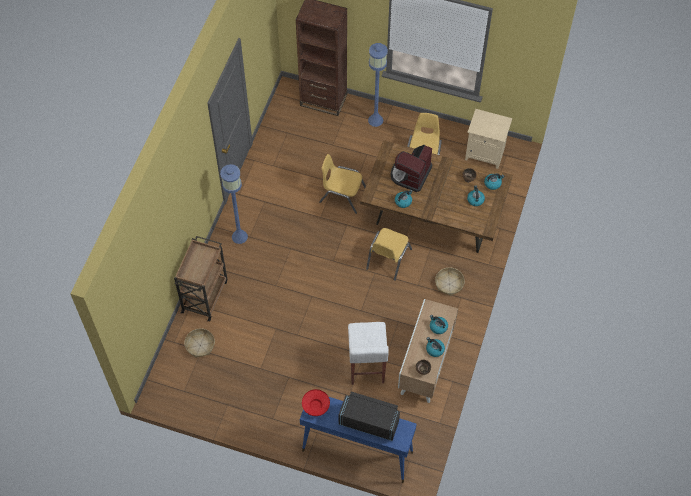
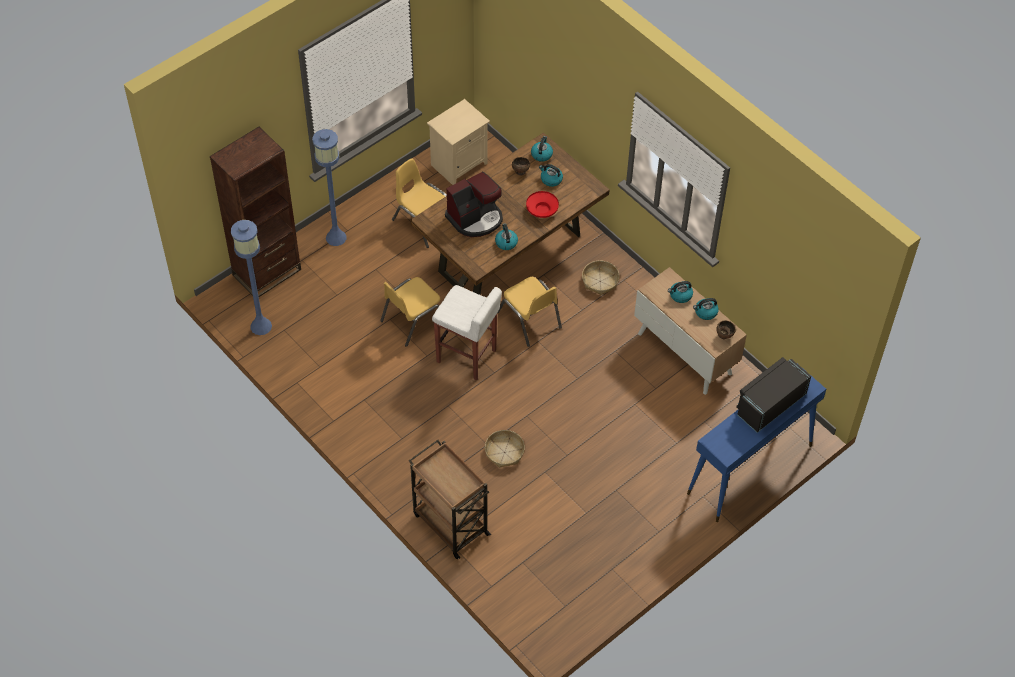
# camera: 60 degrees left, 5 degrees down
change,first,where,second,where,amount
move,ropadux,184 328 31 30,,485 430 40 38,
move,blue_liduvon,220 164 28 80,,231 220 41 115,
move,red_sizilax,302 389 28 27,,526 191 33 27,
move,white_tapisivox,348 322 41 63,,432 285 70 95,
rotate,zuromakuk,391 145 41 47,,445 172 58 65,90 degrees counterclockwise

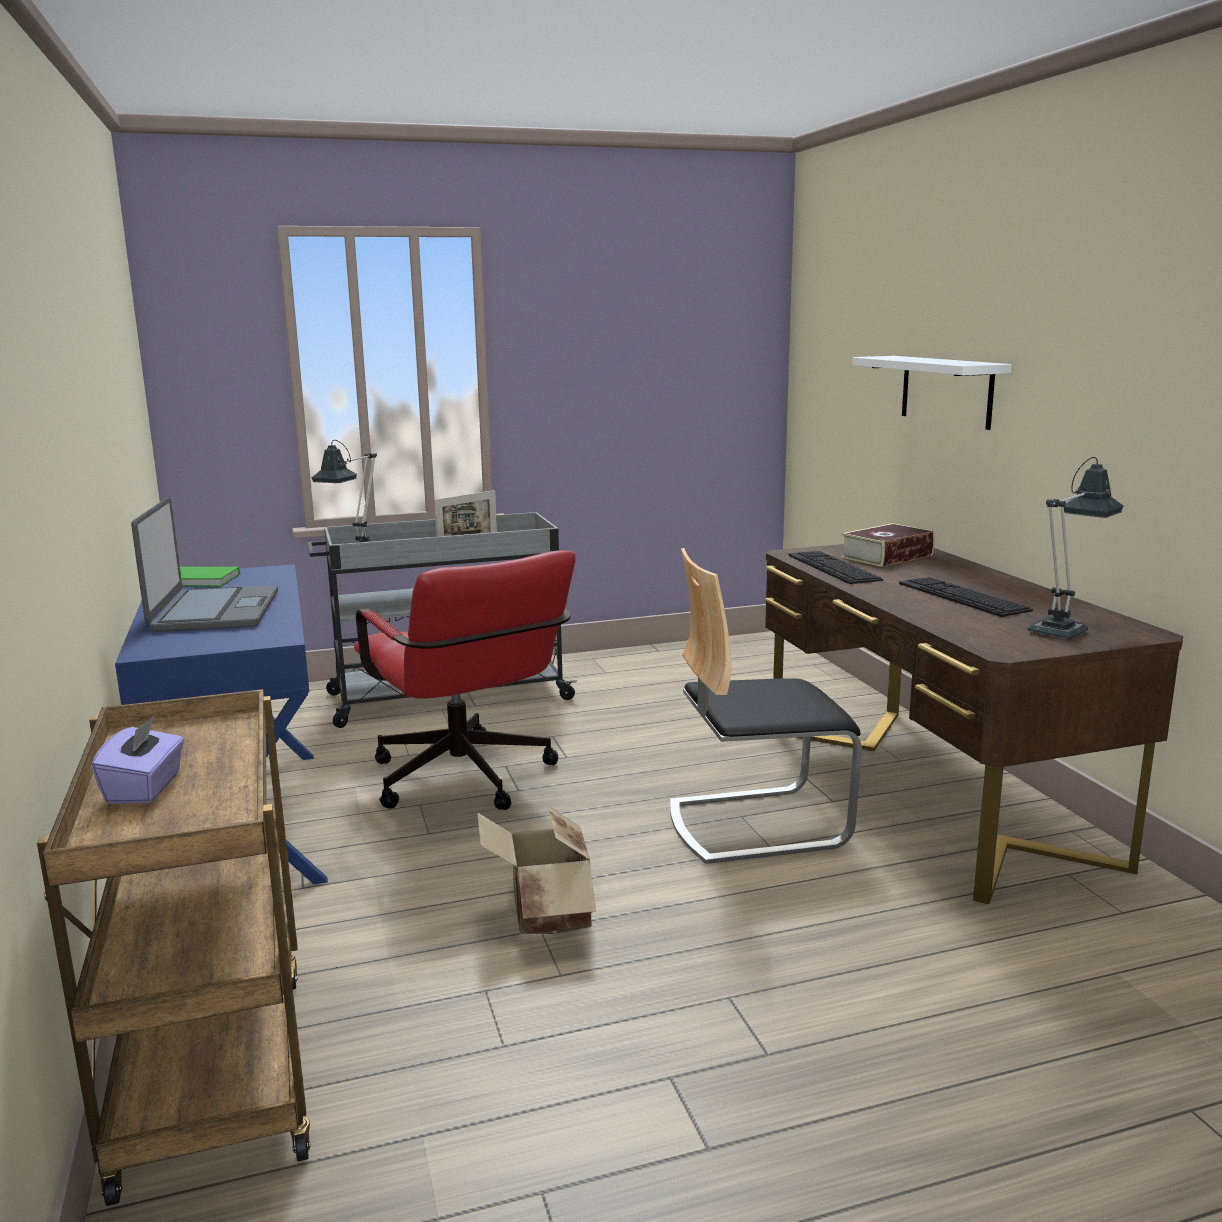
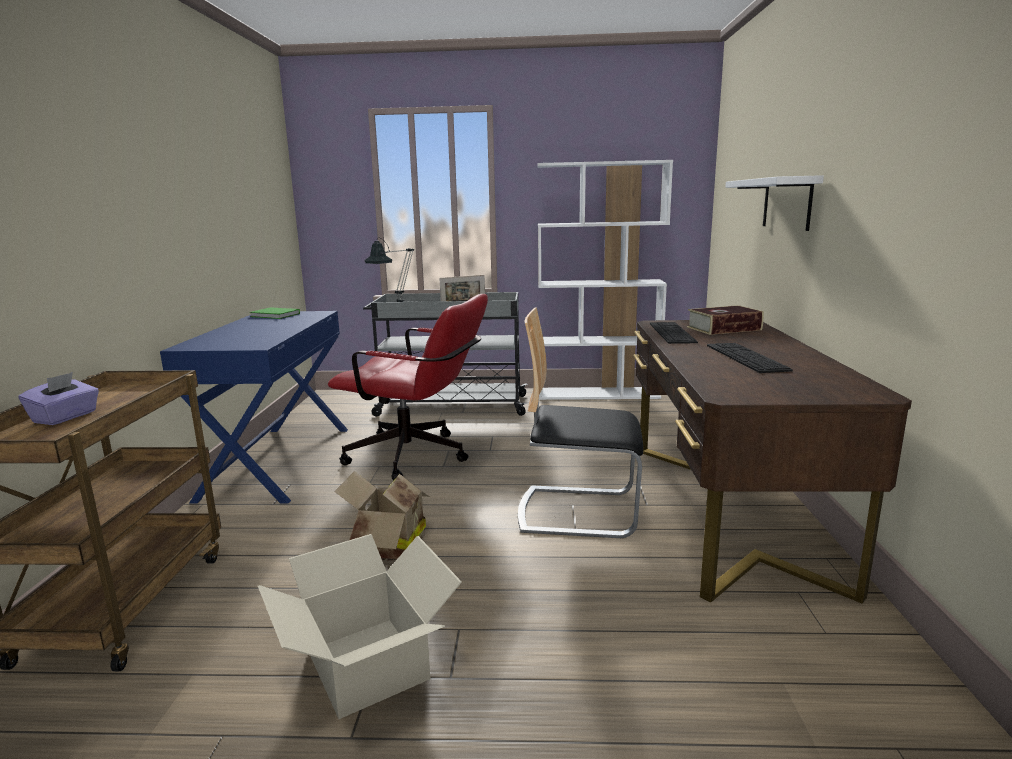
# camera: 20 degrees right, 0 degrees up
change,first,where,second,where,amount
delete,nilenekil,131 497 147 135,,,
rotate,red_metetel,354 550 222 260,,328 294 160 186,60 degrees counterclockwise
delete,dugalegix,1027 457 97 182,,,
insert,,,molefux,258 534 204 185,
insert,,,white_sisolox,537 160 136 240,

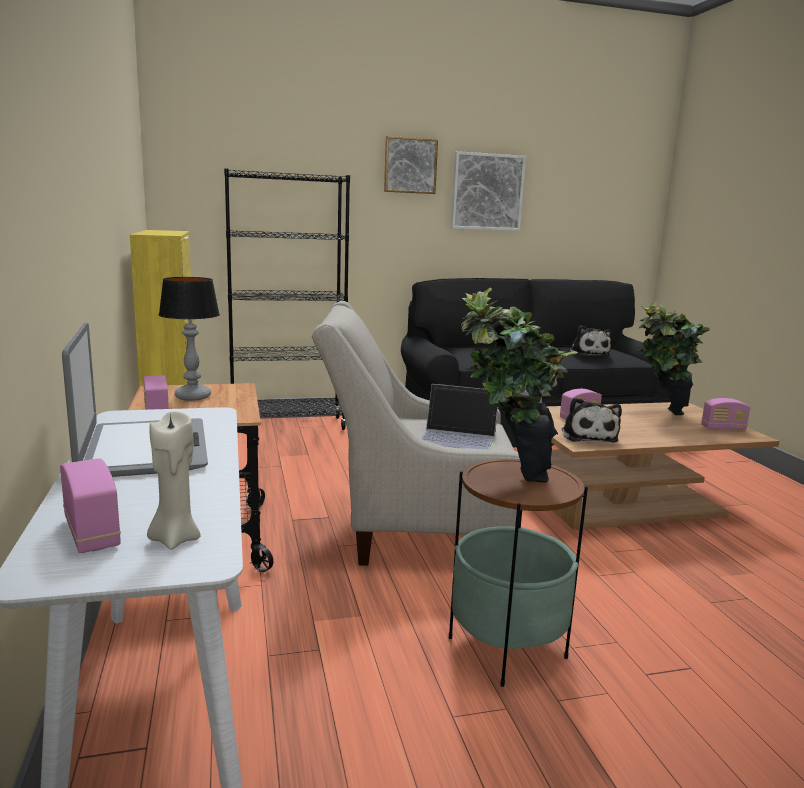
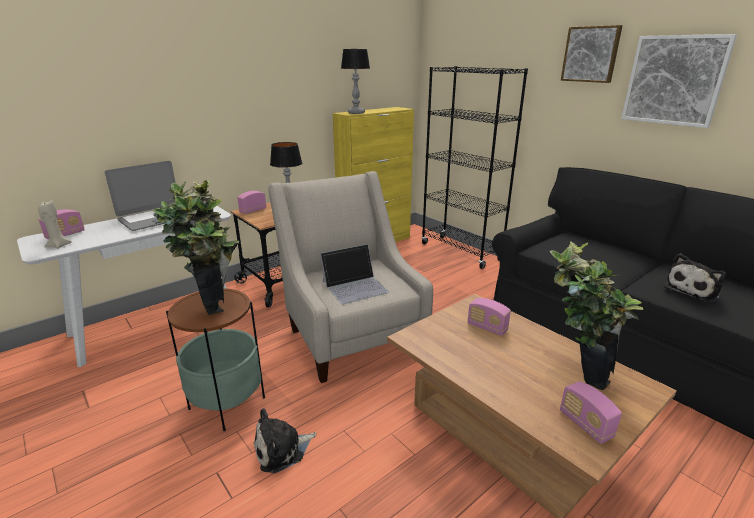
# camera: 65 degrees right, 10 degrees up
change,first,where,second,where,amount
rotate,nilenekil,420 384 78 65,,320 244 69 60,105 degrees counterclockwise
move,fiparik,562 397 60 46,,254 408 62 65,
insert,,,dugalegix,341 49 29 65,

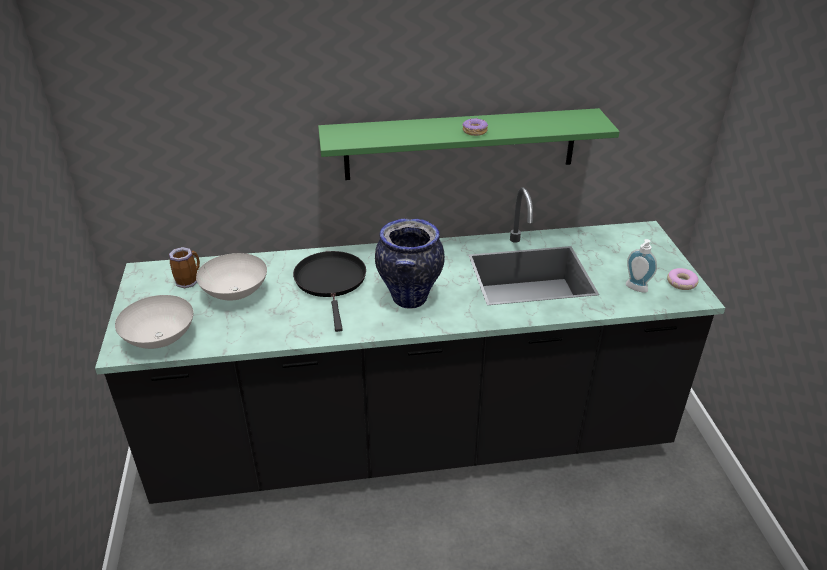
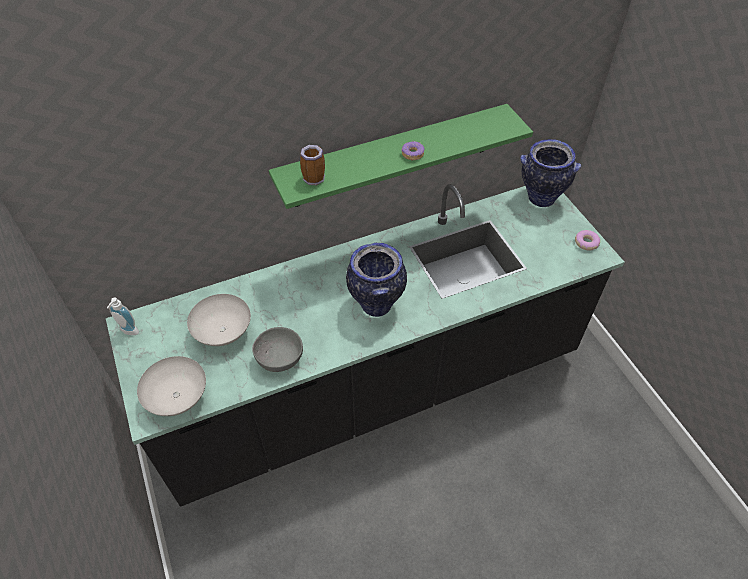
# camera: 15 degrees left, 15 degrees up
change,first,where,second,where,amount
move,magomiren,169 247 31 41,,300 145 25 40,
delete,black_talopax,293 251 73 81,,,
move,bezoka,626 239 31 54,,107 297 32 38,
insert,,,grey_sizilax,252 327 51 45,
insert,,,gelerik,520 139 61 68,

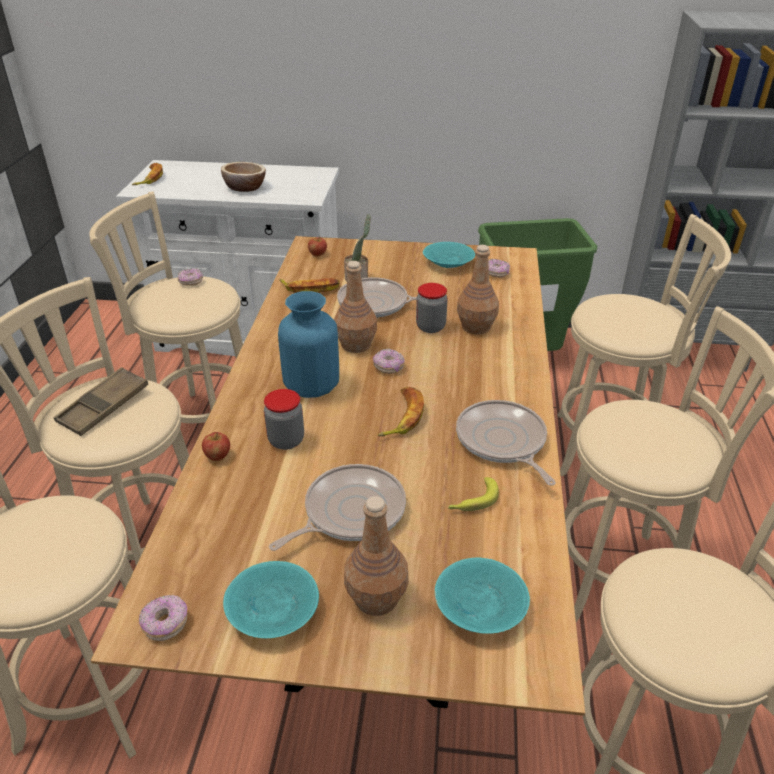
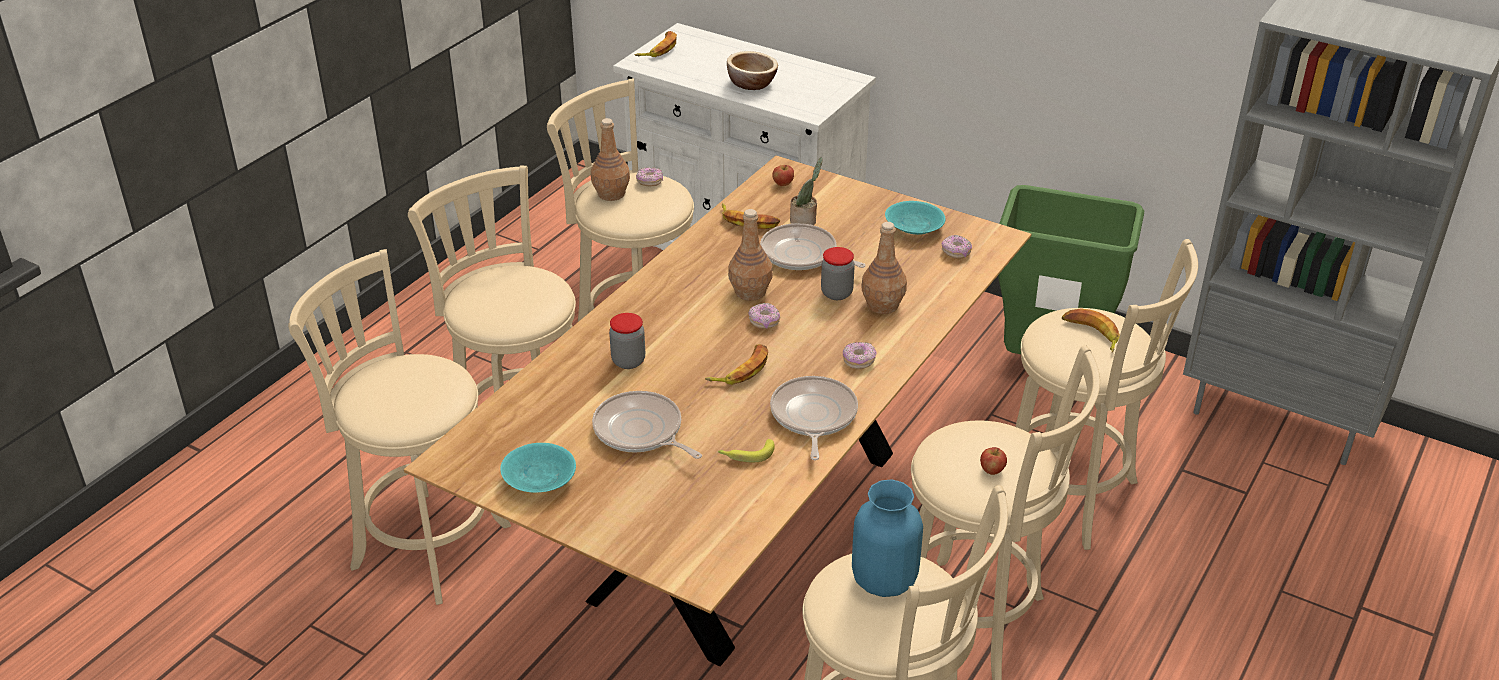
# camera: 25 degrees right, 0 degrees up
change,first,where,second,where,amount
delete,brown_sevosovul,54 367 94 69,,,
move,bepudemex,139 595 48 46,,843 342 33 27,
move,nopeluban,202 432 28 29,,980 447 27 28,
rotate,talopax,269 464 137 87,,592 391 110 68,120 degrees counterclockwise
move,blue_gelerik,278 291 61 107,,852 480 71 117,
move,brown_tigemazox,344 496 65 120,,591 118 39 83,
delete,turquoise_sizilax,435 558 95 76,,,
insert,,,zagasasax,1062 308 58 45,

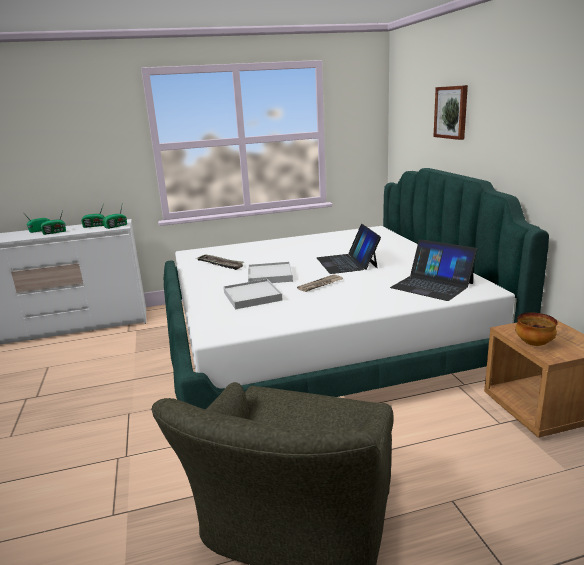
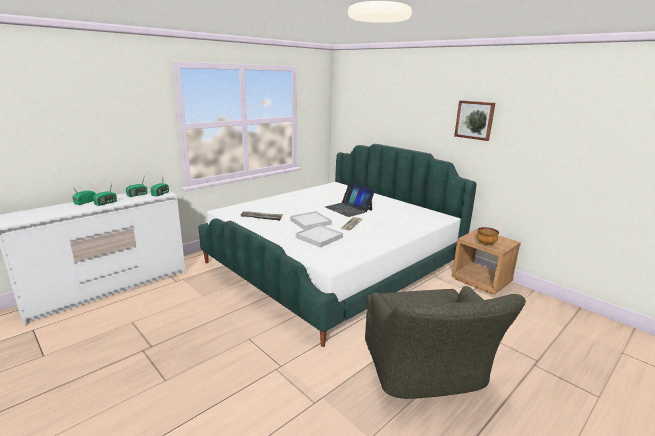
# camera: 30 degrees left, 0 degrees up
change,first,where,second,where,amount
delete,nilenekil,390 239 87 62,,,
move,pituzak,434 85 34 55,,454 100 41 41,

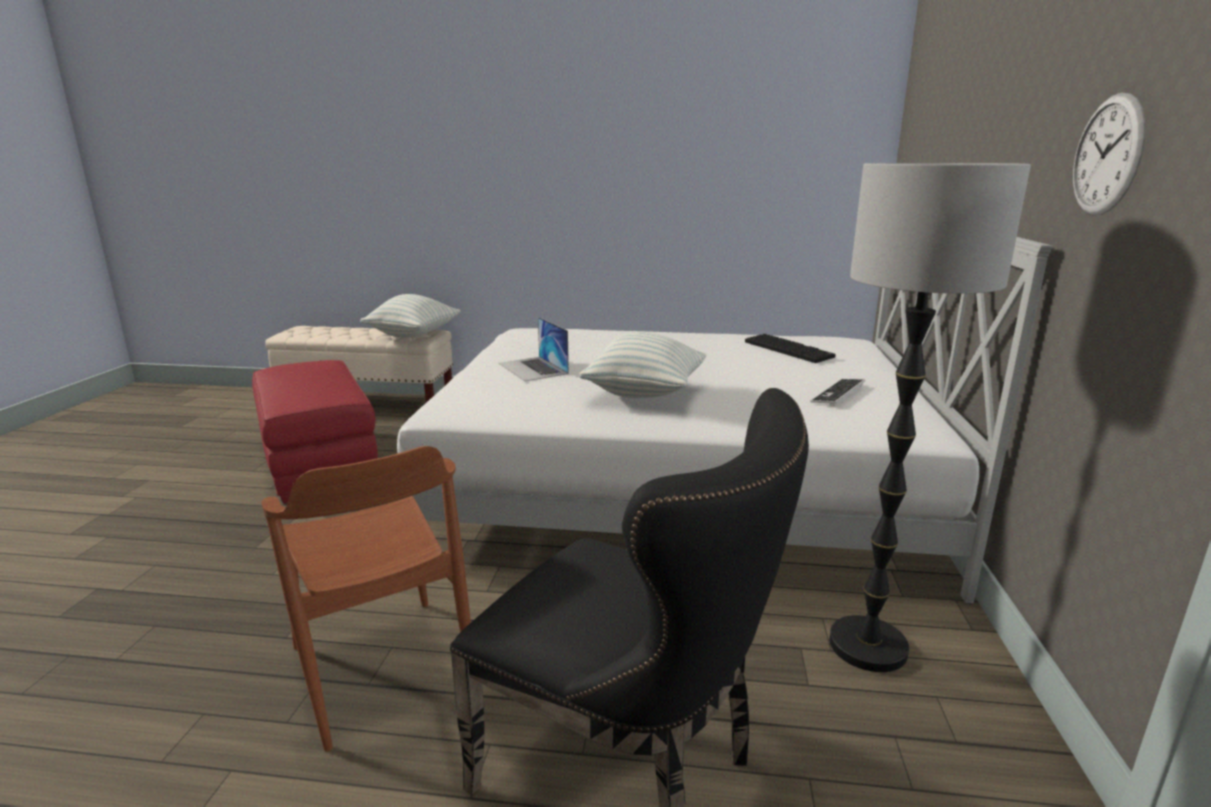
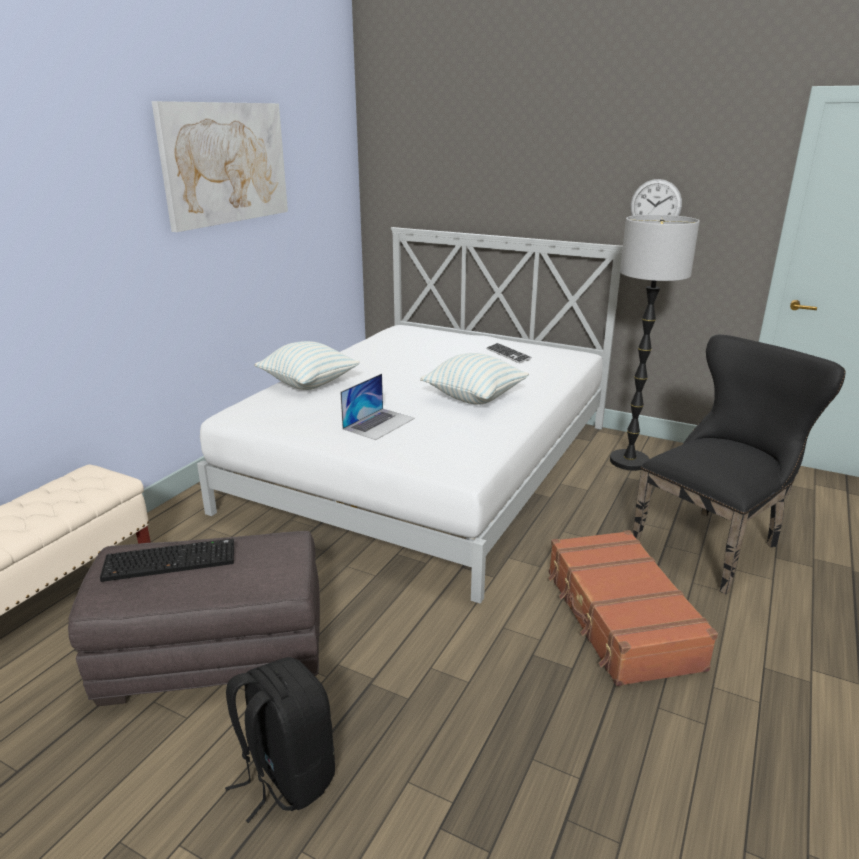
# camera: 70 degrees left, 5 degrees up
change,first,where,second,where,amount
recolor,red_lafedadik,252 360 126 144,grey_lafedadik,68 531 252 175,
replace,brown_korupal,262 446 209 306,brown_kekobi,548 530 170 156,
move,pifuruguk,360 294 101 43,,254 341 106 49,
rotate,nilenekil,498 317 71 64,,340 374 75 66,45 degrees counterclockwise
move,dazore,745 334 91 29,,100 538 134 44,
insert,,,pituzak,152 101 136 131,
insert,,,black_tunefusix,225 657 110 166,

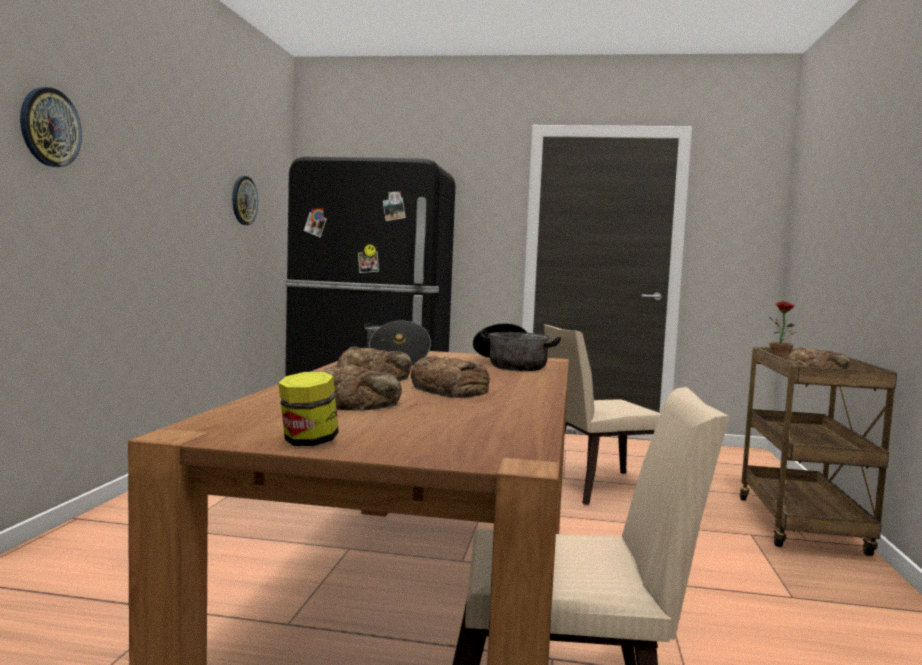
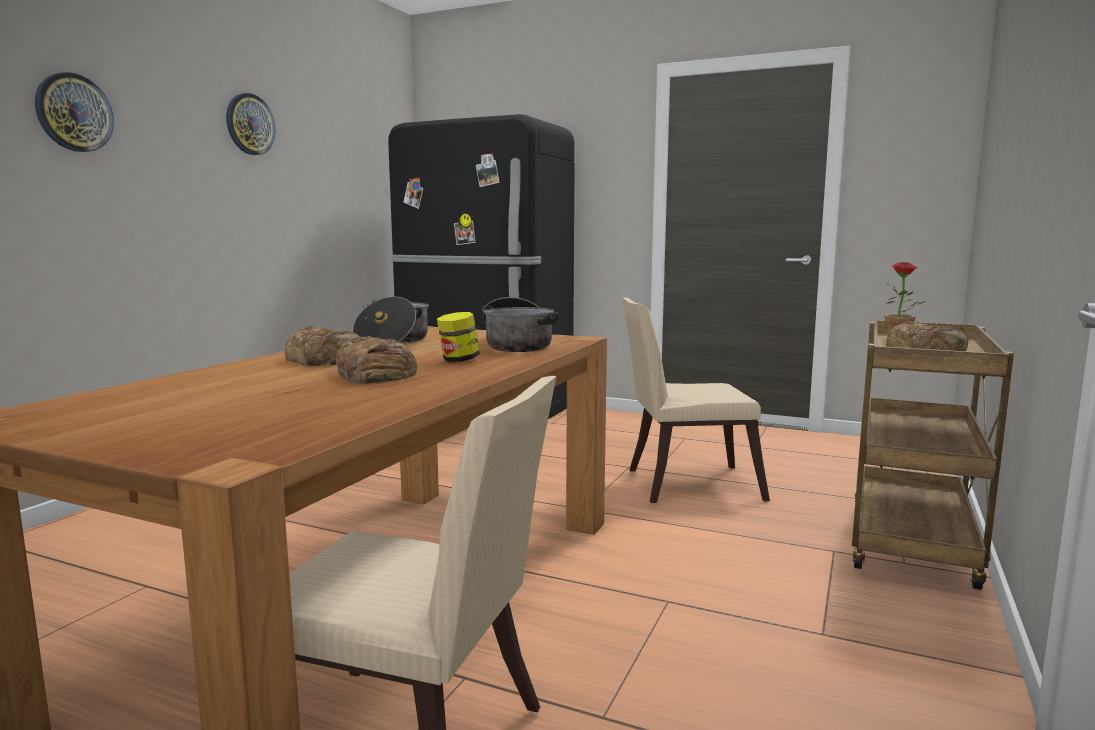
# camera: 15 degrees right, 5 degrees up
change,first,where,second,where,amount
move,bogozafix,232 176 26 49,,226 93 49 62,
move,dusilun,278 372 61 74,,437 312 43 50,
delete,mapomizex,322 363 80 48,,,

